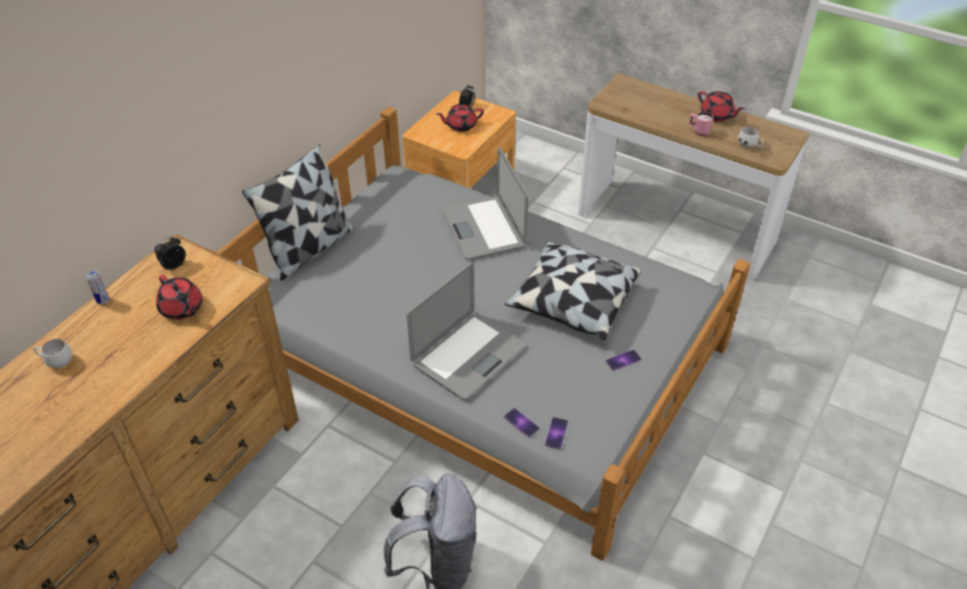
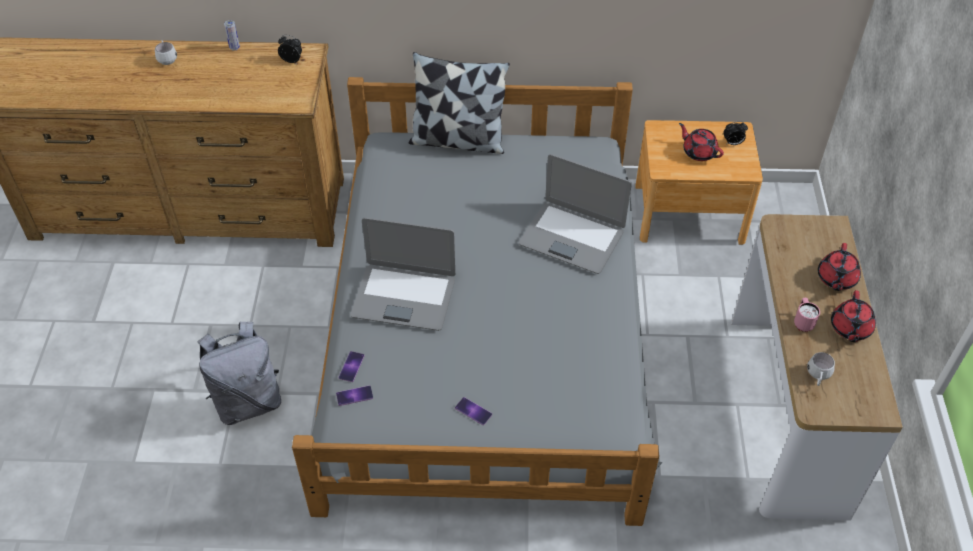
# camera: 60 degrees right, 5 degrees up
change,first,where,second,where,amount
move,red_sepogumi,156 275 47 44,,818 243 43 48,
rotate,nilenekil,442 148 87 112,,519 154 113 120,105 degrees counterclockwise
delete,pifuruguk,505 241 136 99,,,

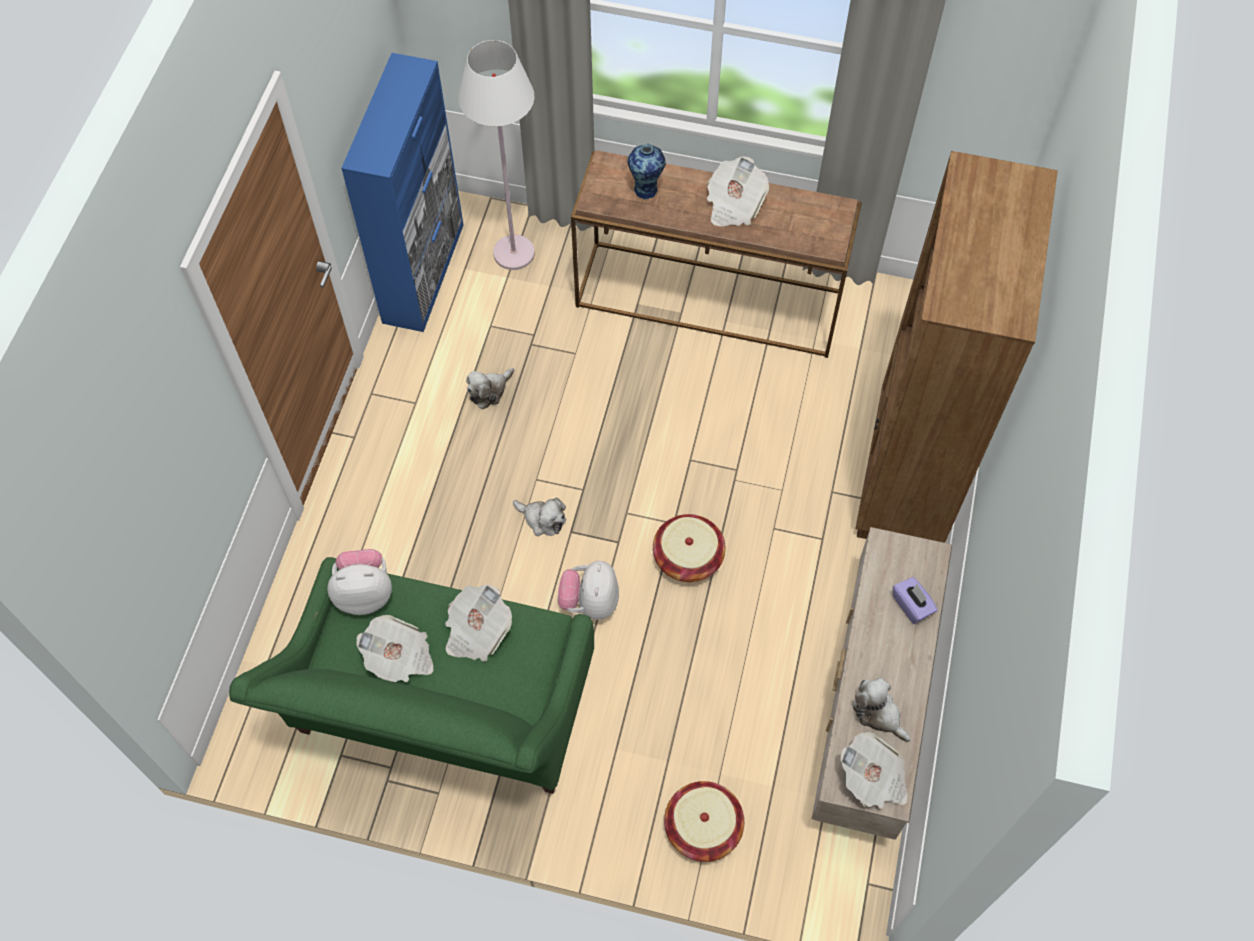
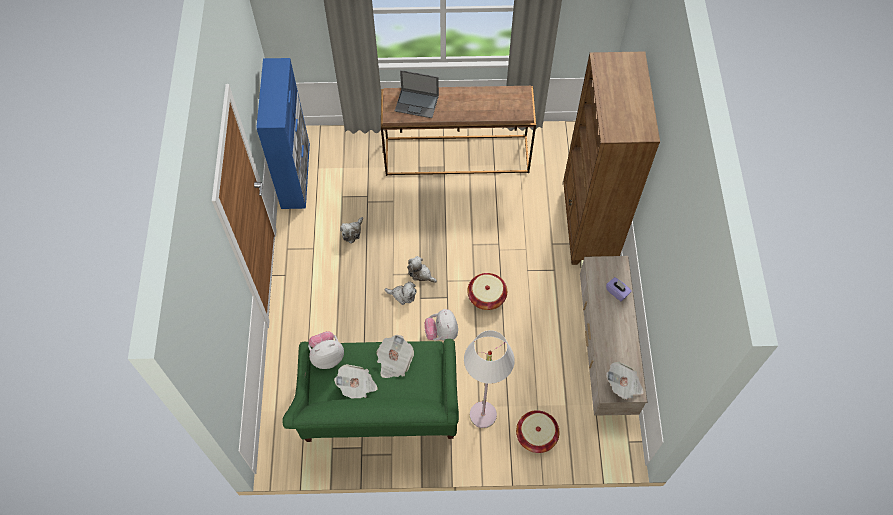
# camera: 15 degrees left, 0 degrees up
change,first,where,second,where,amount
move,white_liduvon,458 40 77 230,,464 330 51 98,
replace,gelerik,627 144 39 56,nilenekil,395 70 44 48,
delete,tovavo,707 156 62 70,,,
move,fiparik,852 678 58 64,,407 256 30 27,

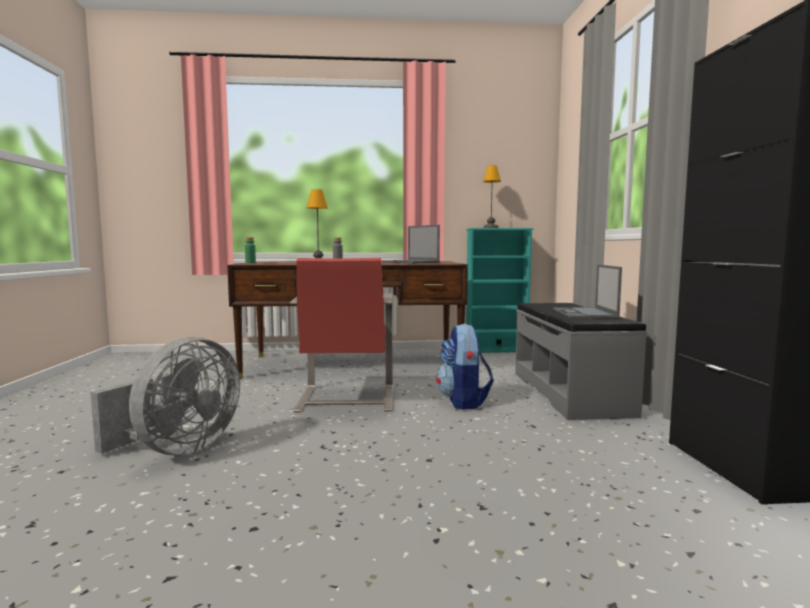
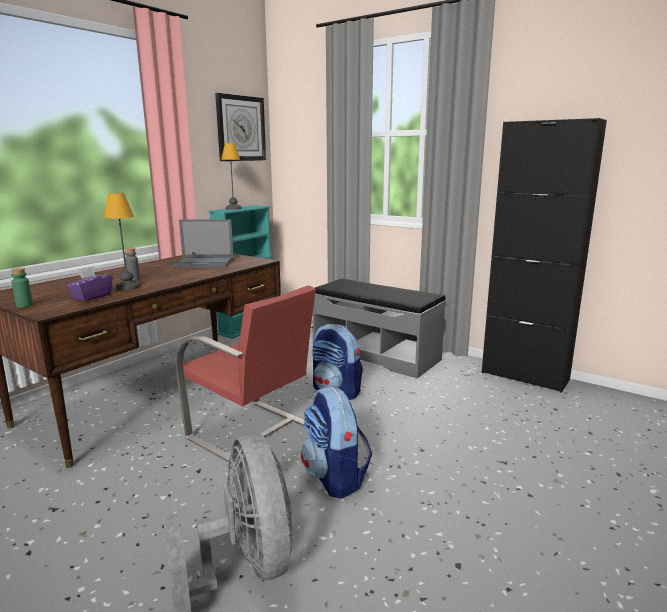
# camera: 50 degrees left, 10 degrees up
change,first,where,second,where,amount
delete,nilenekil,553 265 69 54,,,
insert,,,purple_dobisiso,66 266 47 35,
insert,,,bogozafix,215 93 51 68,
insert,,,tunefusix,301 386 71 113,

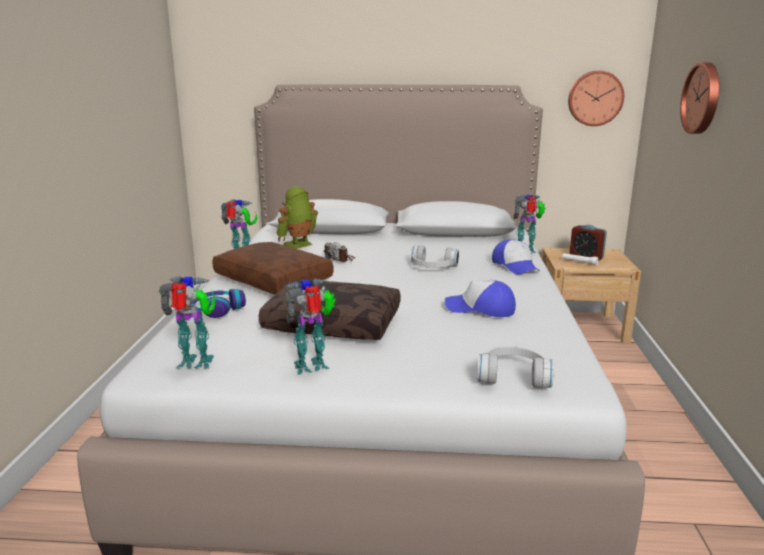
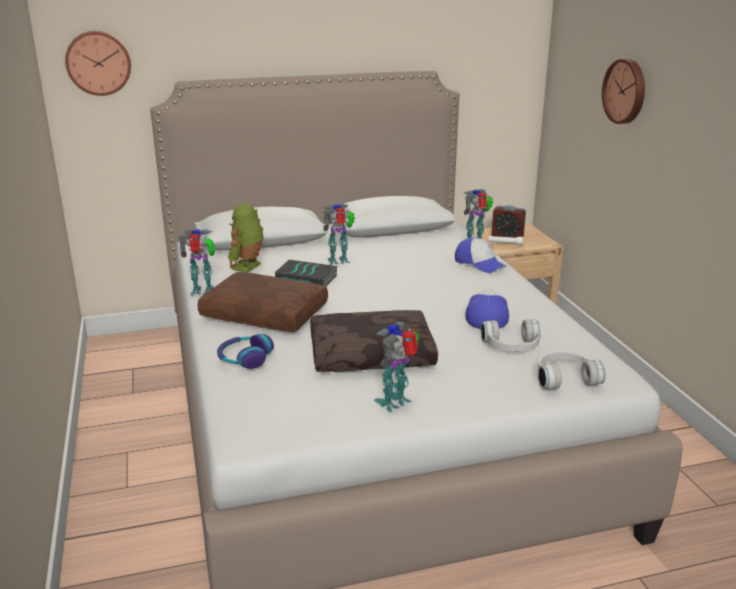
# camera: 20 degrees left, 5 degrees up
change,first,where,second,where,amount
move,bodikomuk,158 276 58 93,,323 203 32 62,
replace,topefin,324 242 31 20,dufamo,275 260 63 26,
move,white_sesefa,411 245 48 23,,481 319 60 33,
rotate,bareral,445 280 71 37,,465 288 44 41,105 degrees clockwise
move,bogozafix,568 71 56 55,,65 31 66 65,

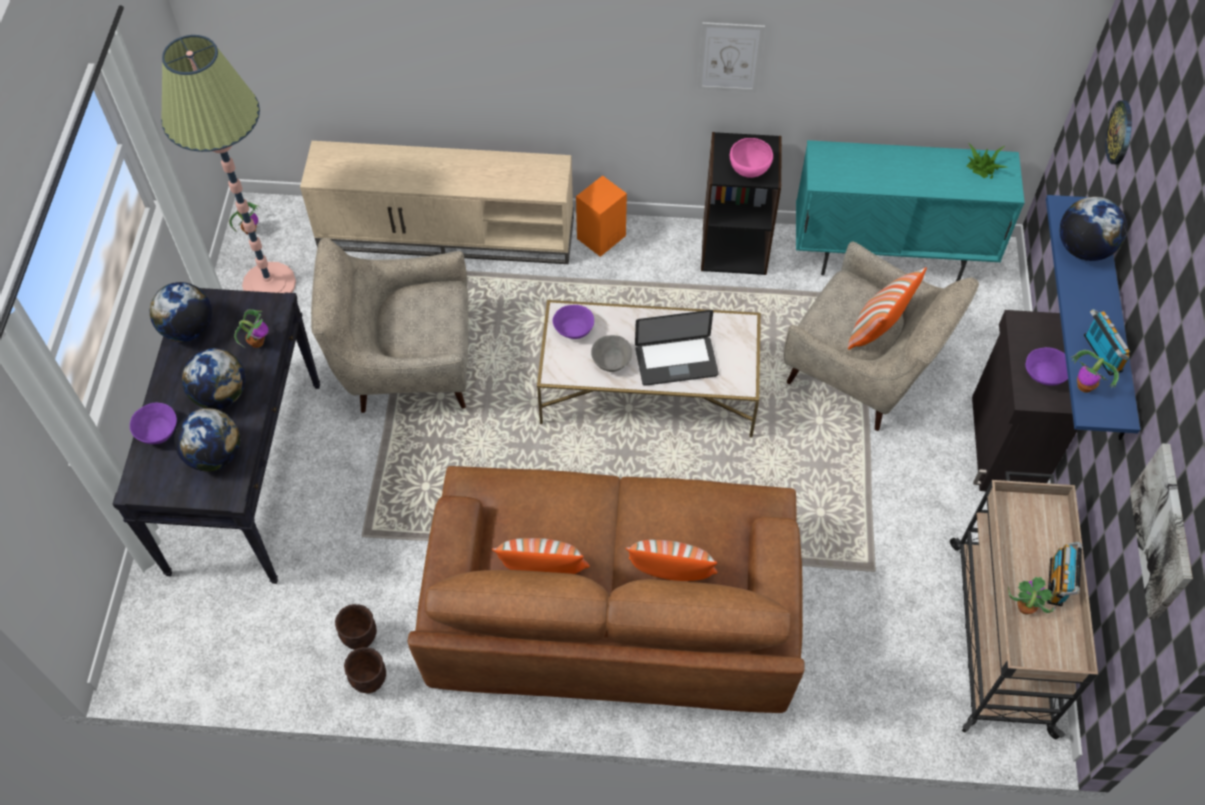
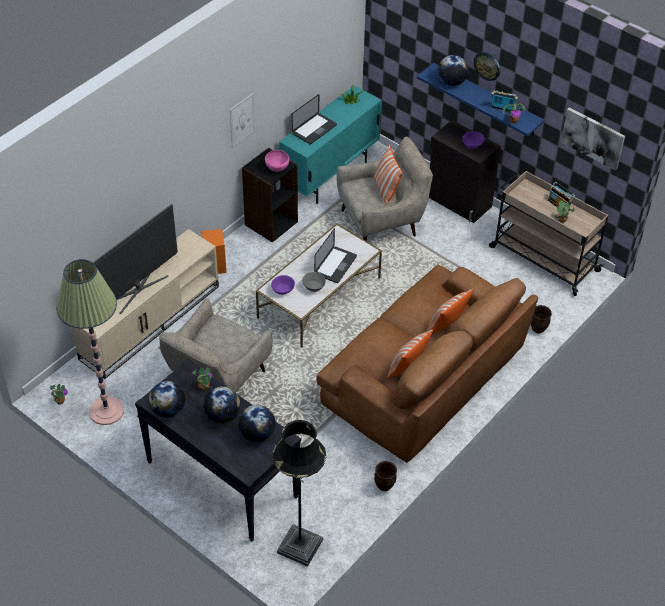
# camera: 55 degrees left, 10 degrees down
change,first,where,second,where,amount
delete,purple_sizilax,130 402 47 42,,,
move,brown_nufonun,335 604 42 46,,531 305 21 28,
move,bogozafix,1105 100 27 64,,473 52 27 29,
insert,,,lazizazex,93 204 85 110,
insert,,,black_liduvon,273 420 53 147,
insert,,,nilenekil,292 94 45 50,

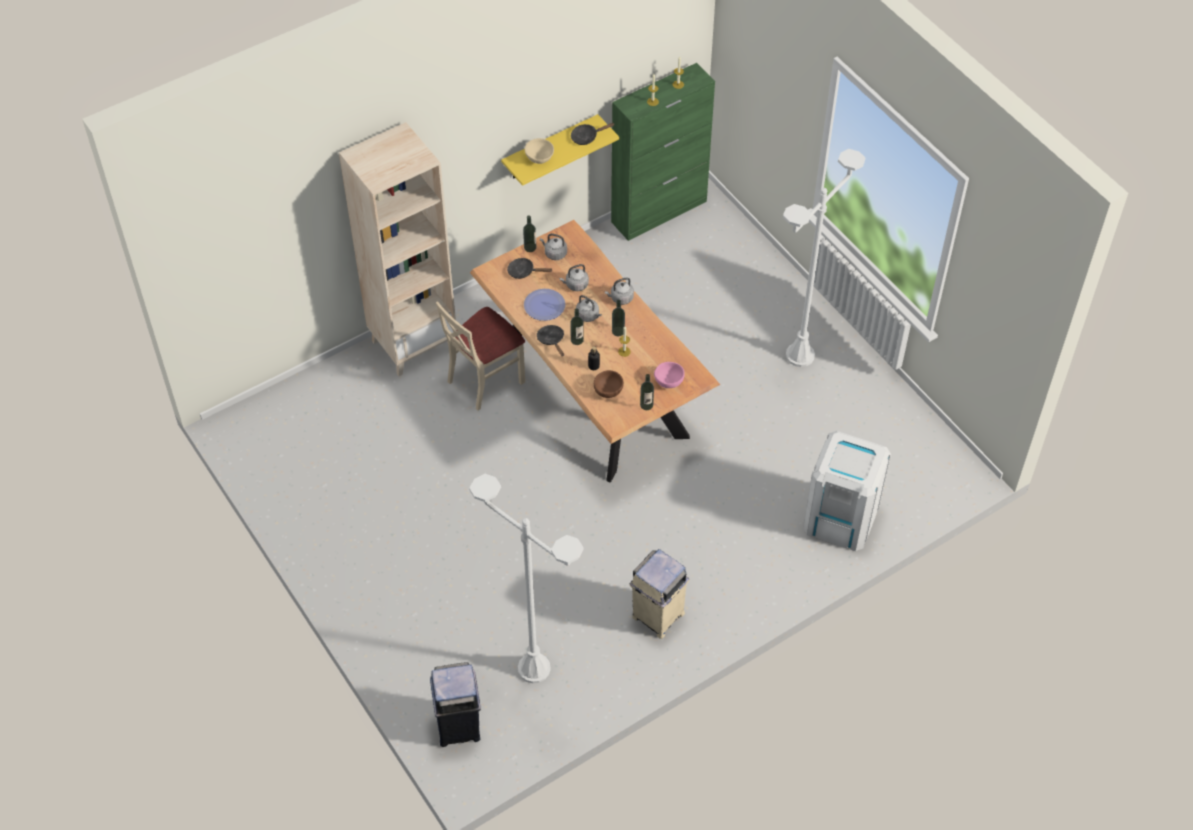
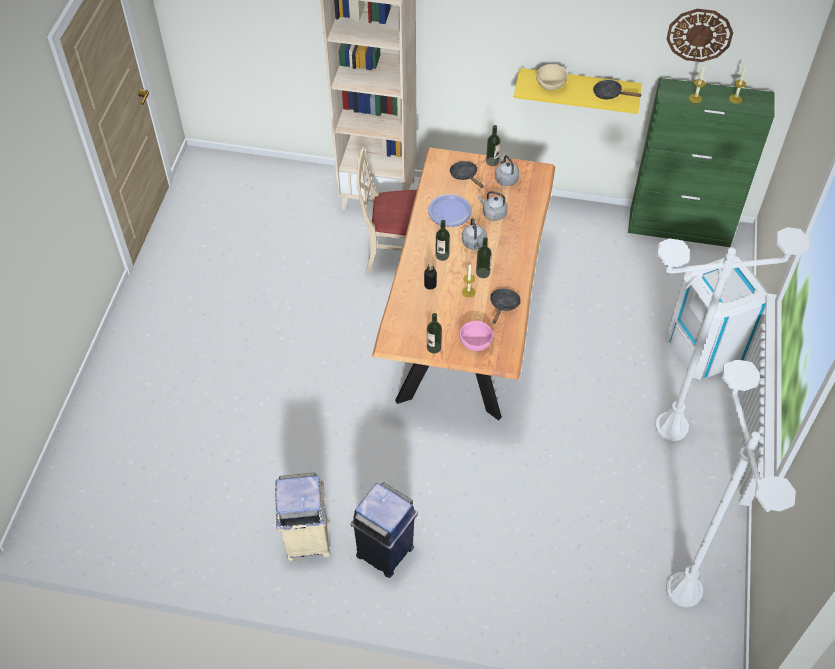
# camera: 45 degrees right, 0 degrees up
change,first,where,second,where,amount
move,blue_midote,430 662 51 85,,351 482 67 96,
move,white_liduvon,469 474 115 209,,666 359 130 248,
move,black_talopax,537 325 27 31,,490 288 31 36,
delete,brown_sizilax,594 370 30 28,,,
delete,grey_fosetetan,605 277 29 28,,,
move,white_midote,803 431 88 120,,665 256 103 124,
insert,,,bogozafix,667 9 66 53,

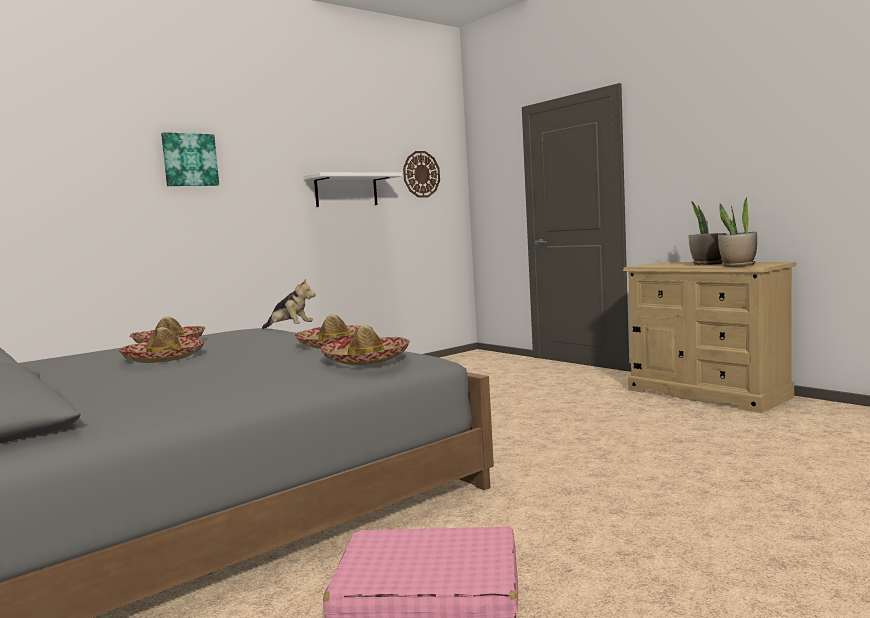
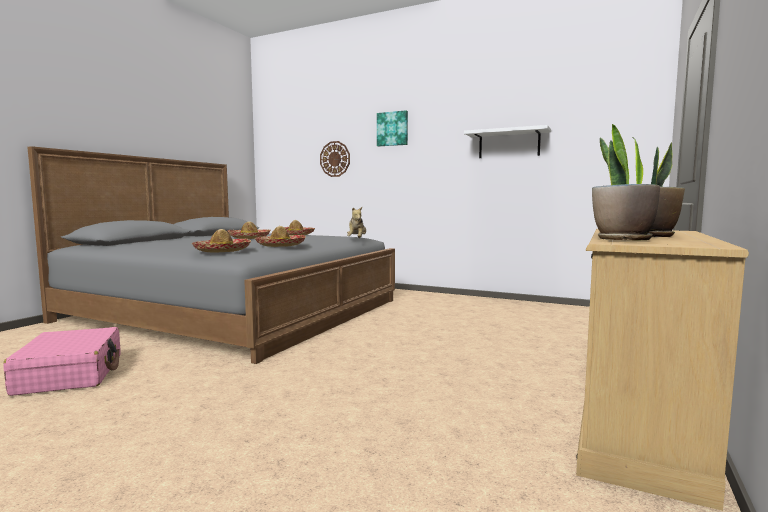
# camera: 65 degrees right, 0 degrees up
change,first,where,second,where,amount
move,bogozafix,403 151 37 47,,320 141 30 36,

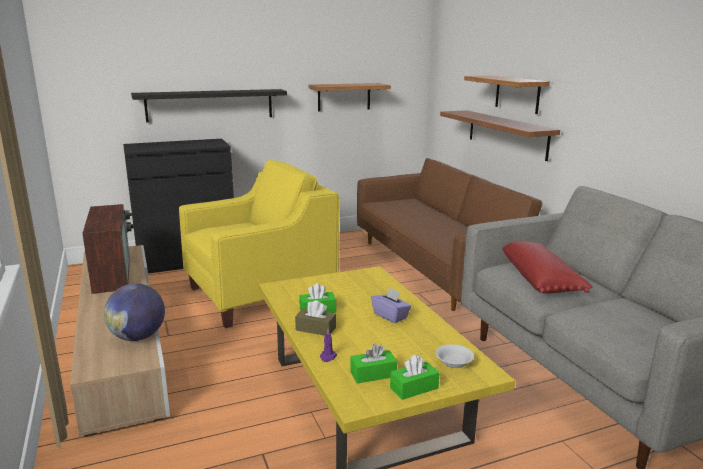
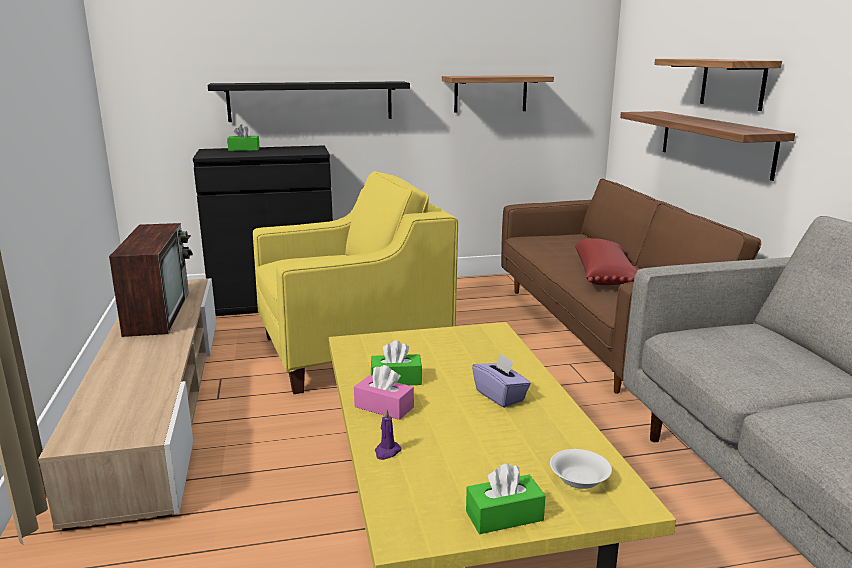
# camera: 10 degrees right, 0 degrees up
change,first,where,second,where,amount
delete,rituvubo,104 284 61 57,,,
recolor,brown_dobisiso,295 300 41 36,pink_dobisiso,354 365 60 55,
move,green_dobisiso,350 343 47 40,,227 124 33 27,
move,red_pifuruguk,502 241 91 52,,575 238 62 47,

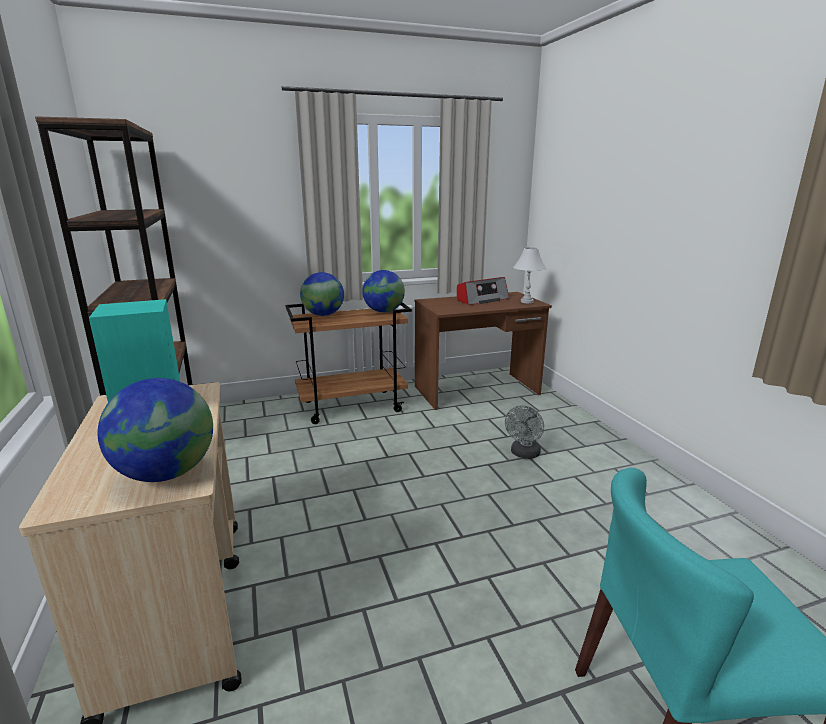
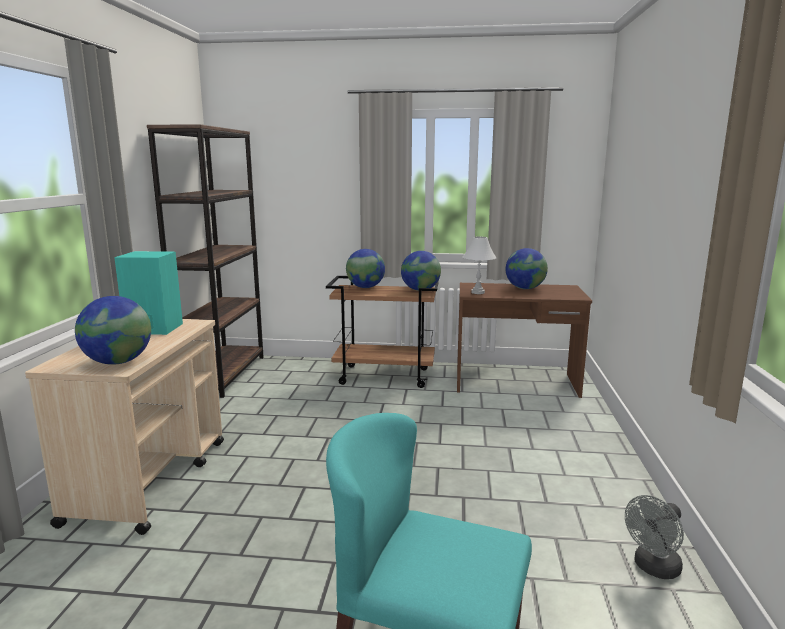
# camera: 25 degrees right, 5 degrees down
change,first,where,second,where,amount
replace,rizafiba,457 277 52 28,rituvubo,506 248 42 41,
move,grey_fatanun,505 405 39 54,,625 495 59 84,
move,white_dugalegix,513 247 33 56,,463 237 33 57,

